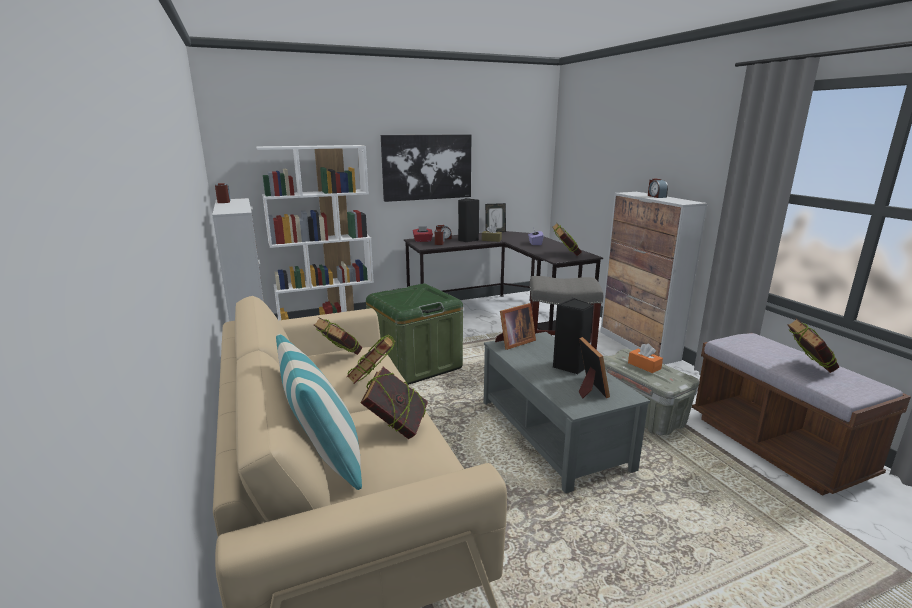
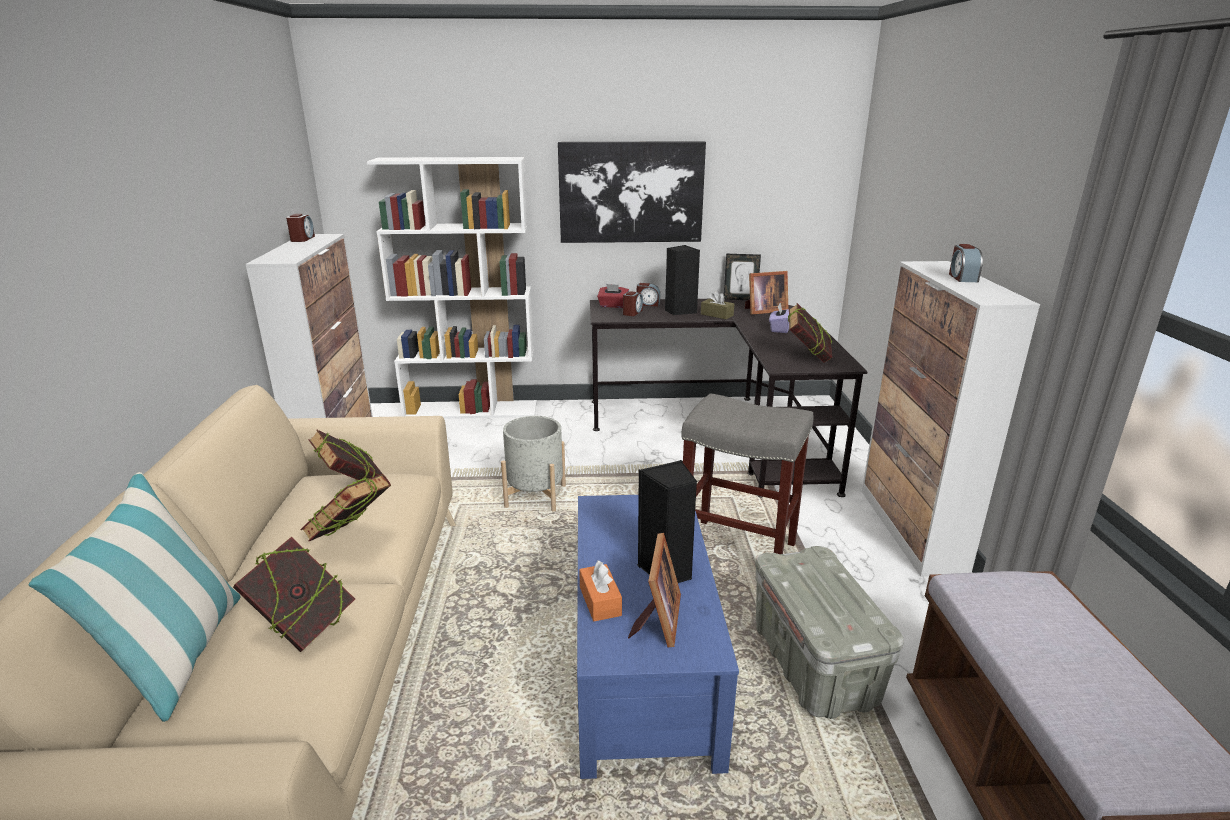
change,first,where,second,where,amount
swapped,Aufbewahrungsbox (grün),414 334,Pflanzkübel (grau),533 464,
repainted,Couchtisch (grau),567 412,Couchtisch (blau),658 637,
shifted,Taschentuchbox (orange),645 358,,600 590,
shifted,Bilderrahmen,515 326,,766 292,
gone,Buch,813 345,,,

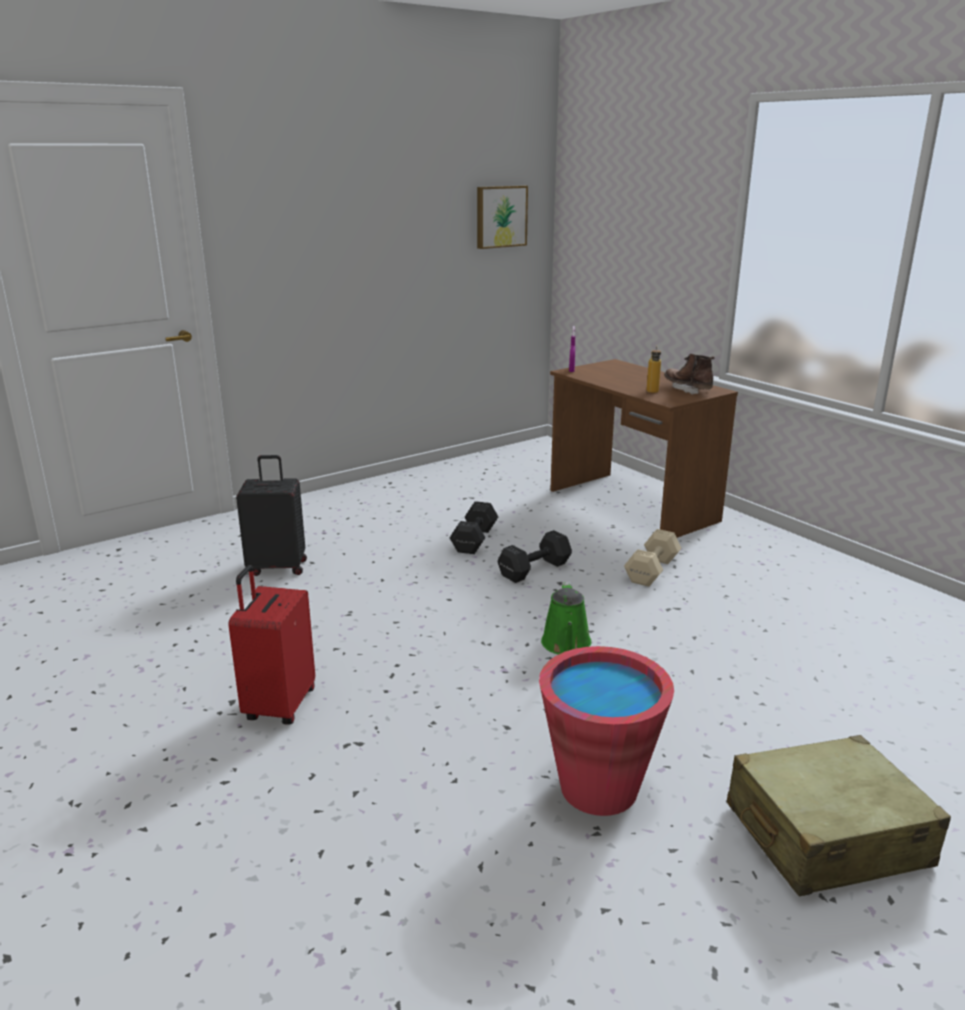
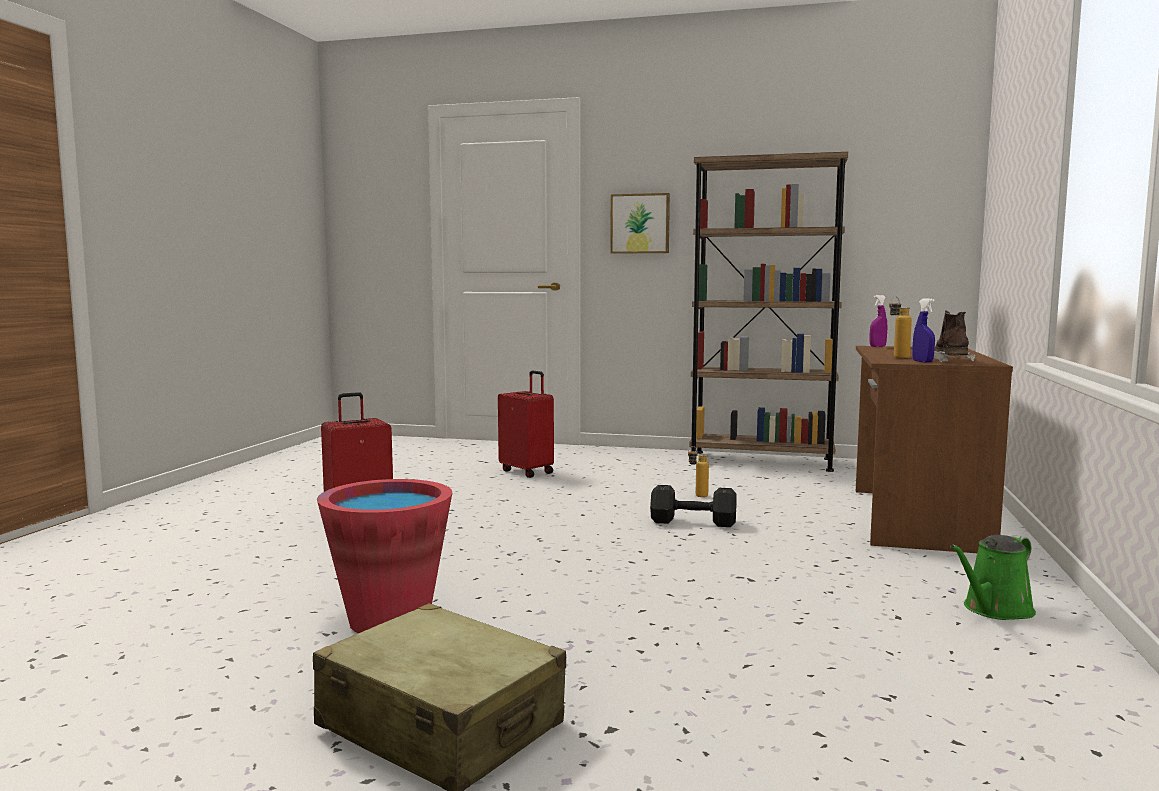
change,first,where,second,where,amount
repainted,Koffer (schwarz),271 515,Koffer (rot),526 424,
shifted,Bild,502 217,,640 223,
swapped,Hantel (schwarz),474 527,Flasche,698 471,
new,,,Bücherregal (braun),768 312,
new,,,Sprühflasche (blau),923 330,
shifted,Gießkanne (grün),566 618,,993 577,
gone,Hantel (beige),652 558,,,

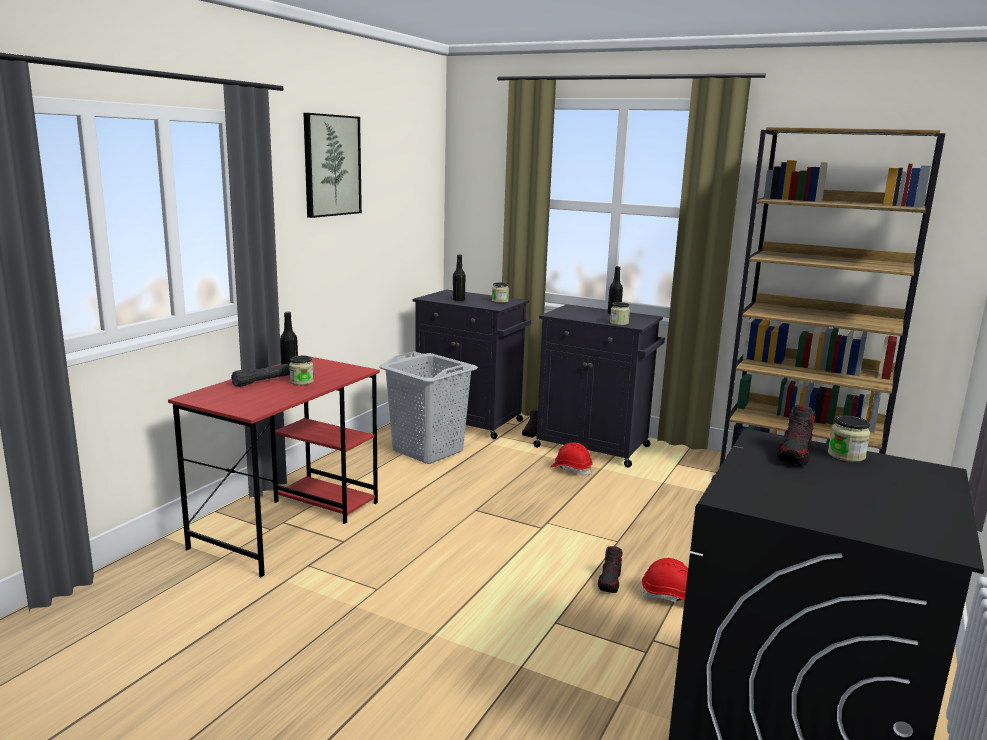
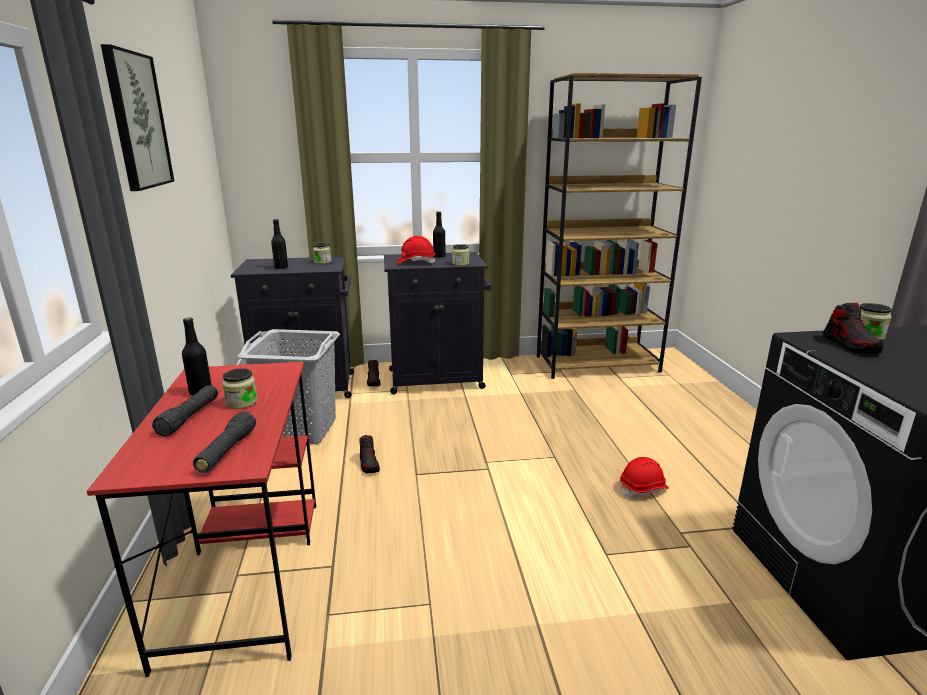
change,first,where,second,where,amount
new,,,Taschenlampe (schwarz),224 442,
shifted,Schuh,610 569,,369 454,
shifted,Schutzhelm (rot),571 459,,416 250,

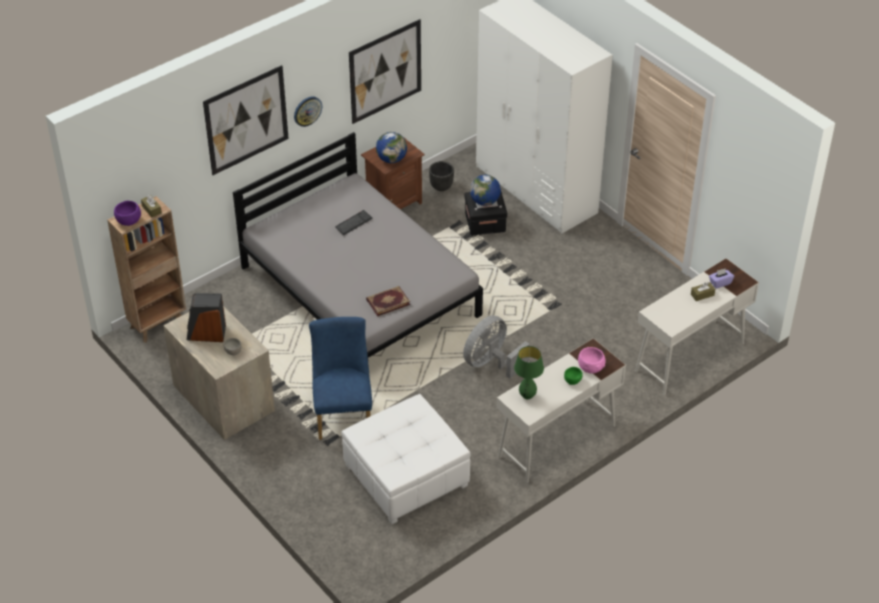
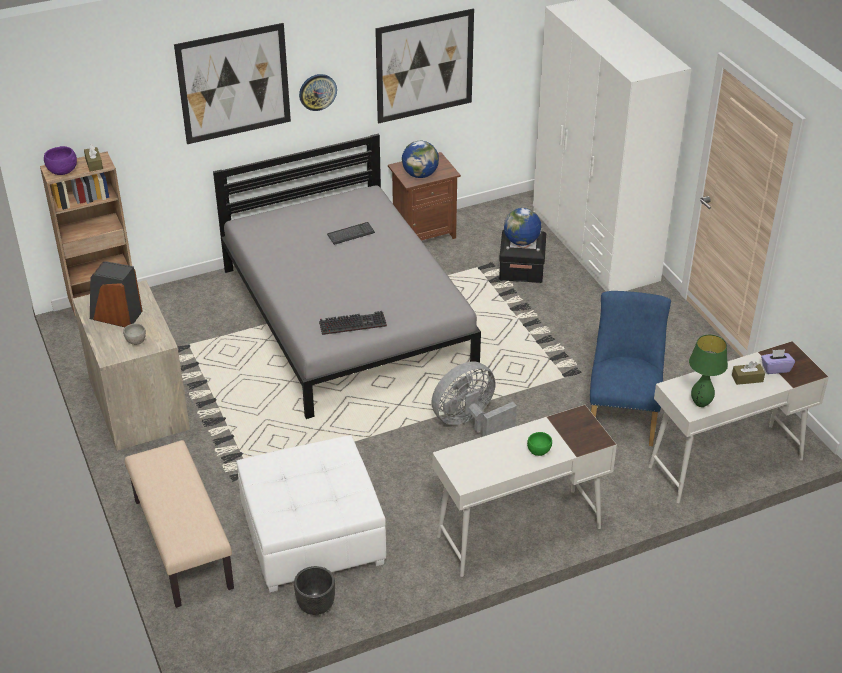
change,first,where,second,where,amount
new,,,Bank (beige),179 524,
shifted,Pflanzkübel (schwarz),441 176,,314 590,
swapped,Buch,388 301,Tastatur,353 323,
shifted,Stuhl (blau),340 378,,630 368,
shifted,Tischlampe (grün),529 372,,708 371,
gone,Schüssel (rosa),592 360,,,

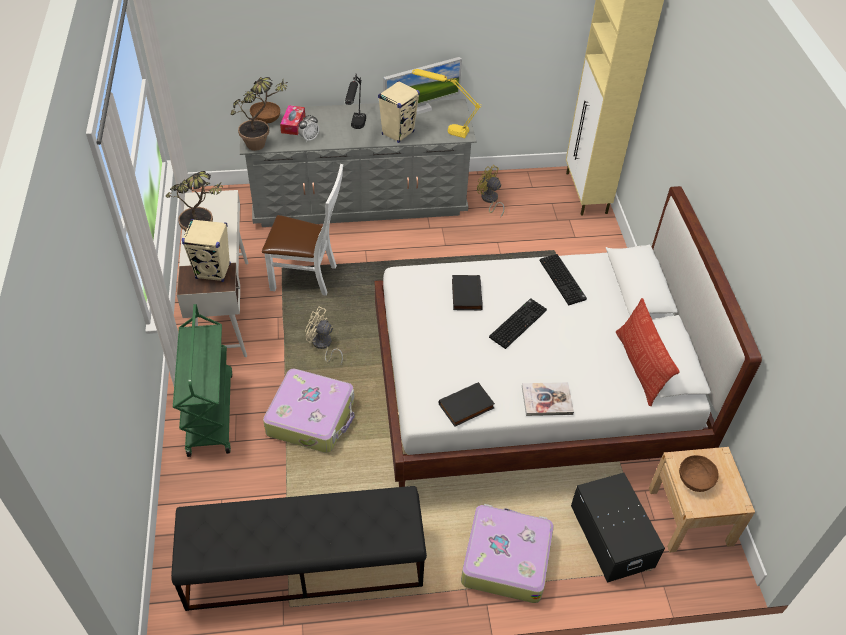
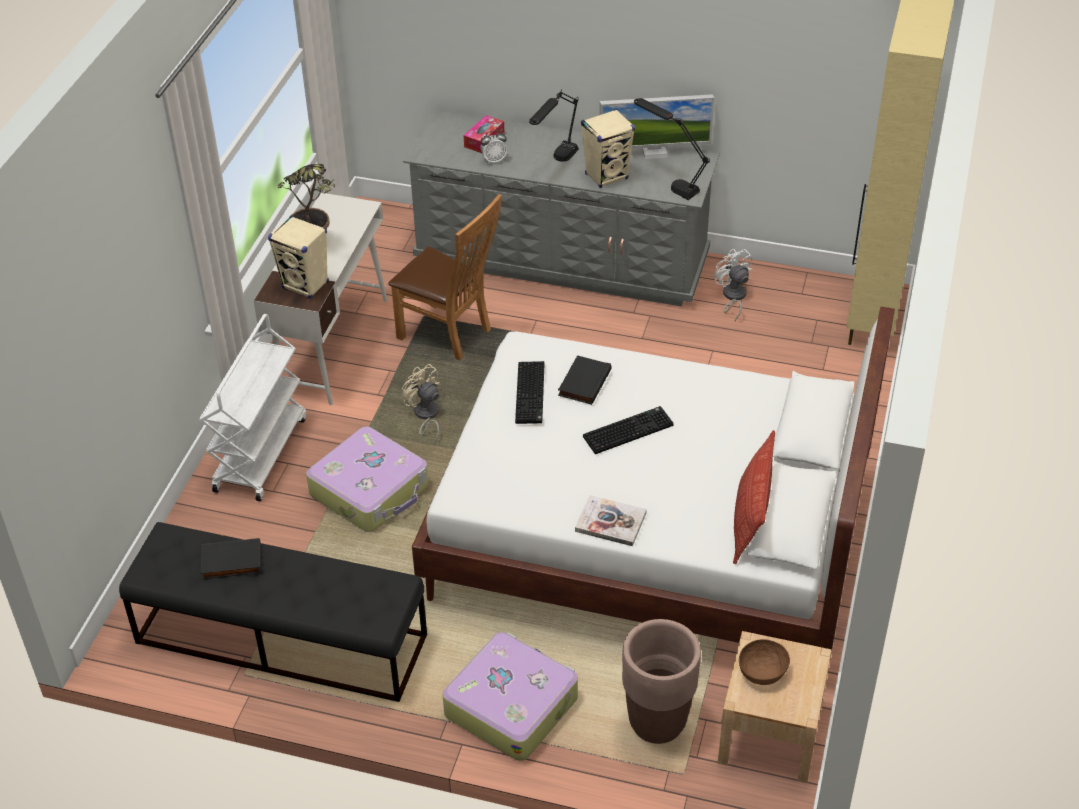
change,first,where,second,where,amount
repainted,Rollwagen (grün),203 380,Rollwagen (weiß),252 407,
shifted,Buch (schwarz),466 404,,231 558,
repainted,Stuhl (weiß),302 230,Stuhl (braun),445 277,
shifted,Tastatur,563 279,,529 392,
swapped,Aufbewahrungsbox (schwarz),618 528,Pflanzkübel (braun),661 681,
repainted,Tischlampe (gelb),447 103,Tischlampe (schwarz),672 149,
repainted,Ventilator (gelb),491 191,Ventilator (weiß),733 285,
gone,Topfpflanze,259 114,,,
gone,Schüssel (braun),265 112,,,

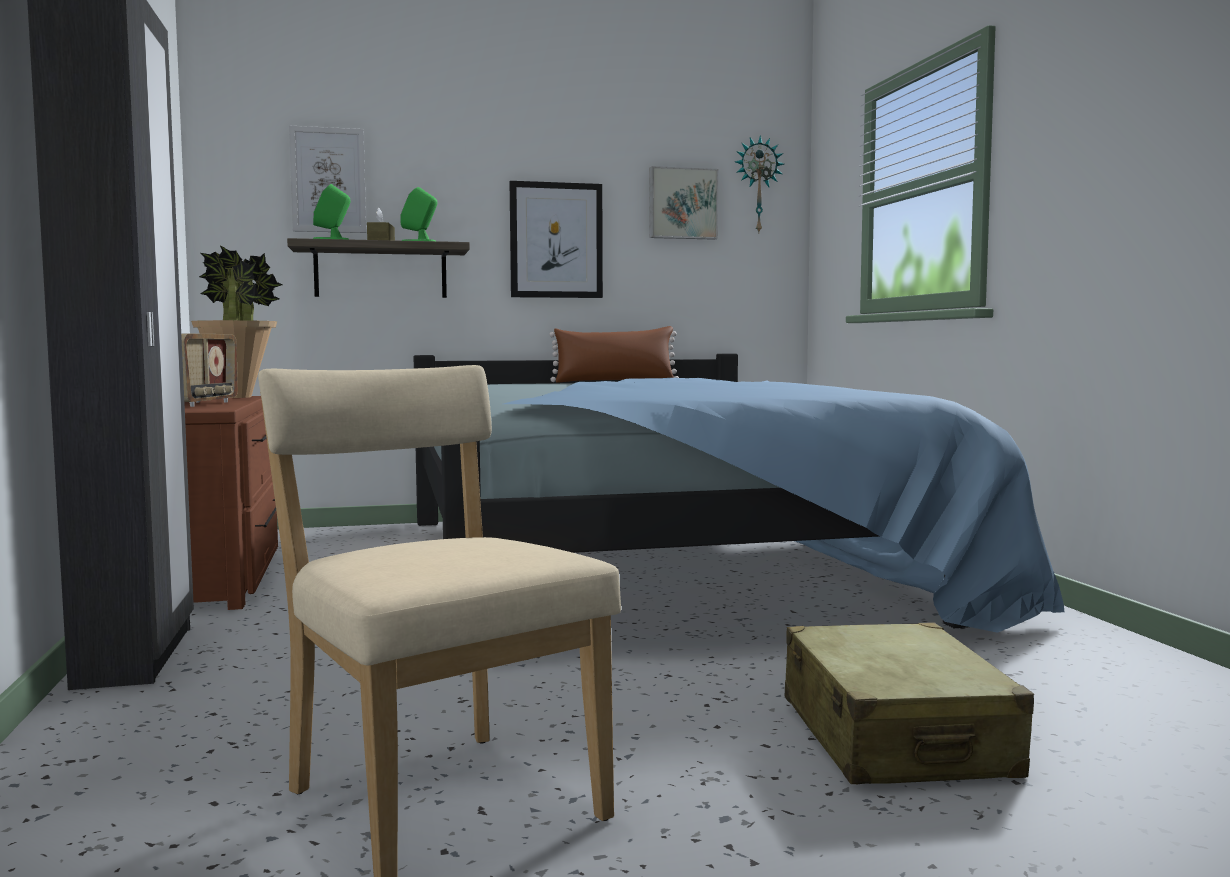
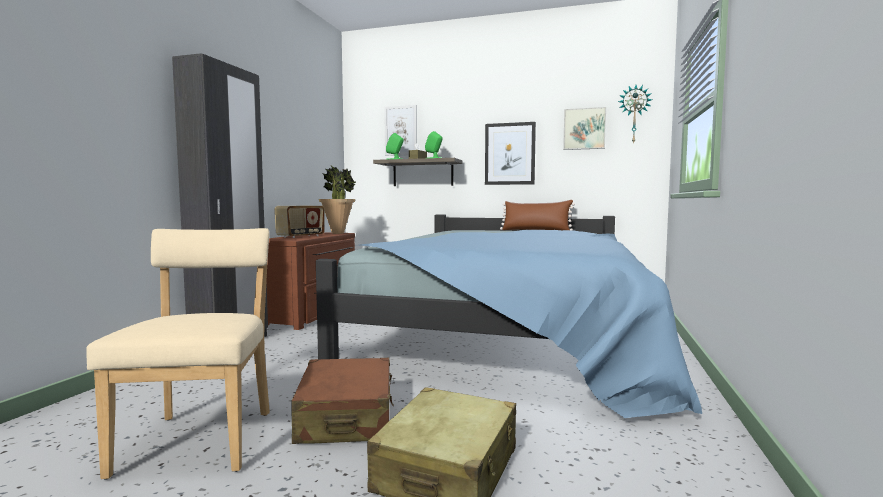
change,first,where,second,where,amount
new,,,Koffer (braun),342 401,

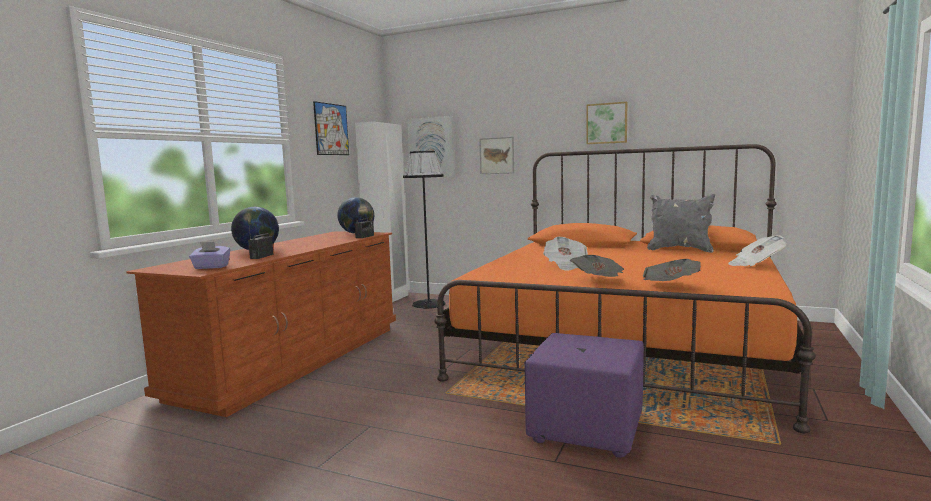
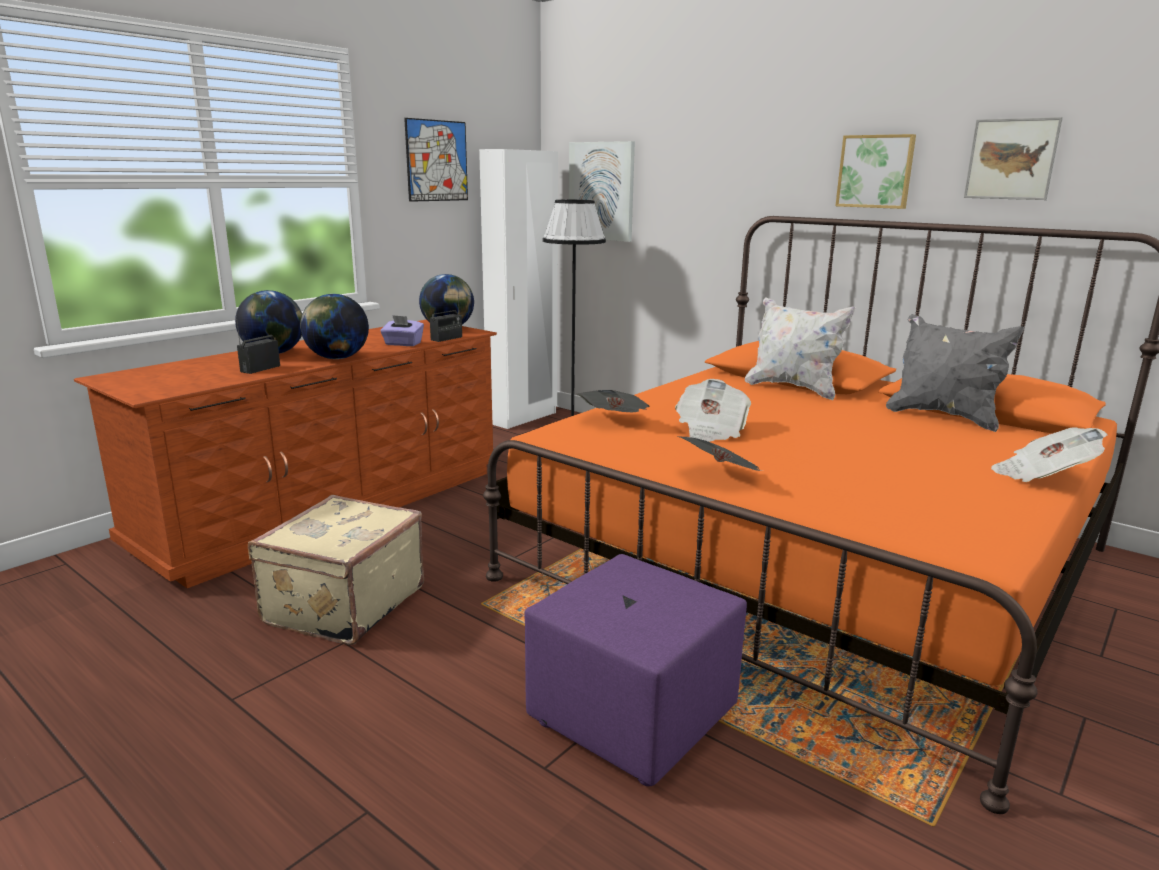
change,first,where,second,where,amount
new,,,Koffer (beige),336 570,
new,,,Globus,334 326,
shifted,Taschentuchbox (lila),210 255,,402 330,
shifted,Zeitung,672 270,,613 401,
new,,,Kissen (weiß),800 348,
shifted,Bild,496 155,,1013 158,

